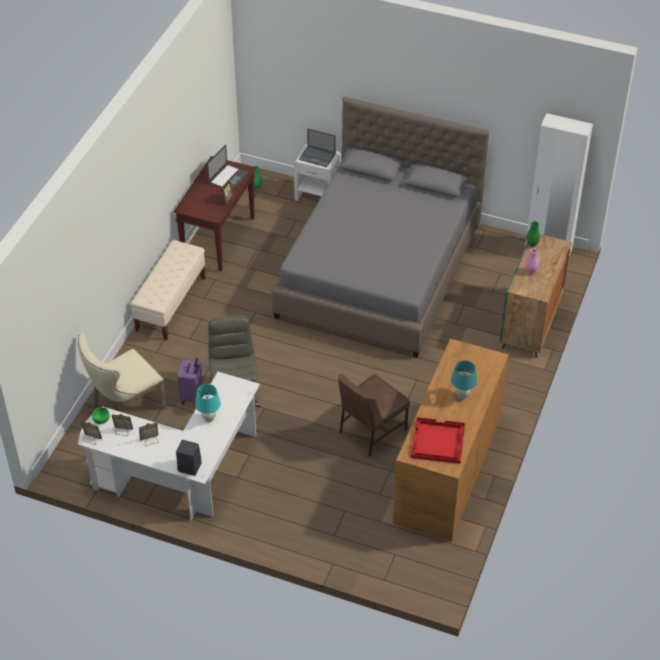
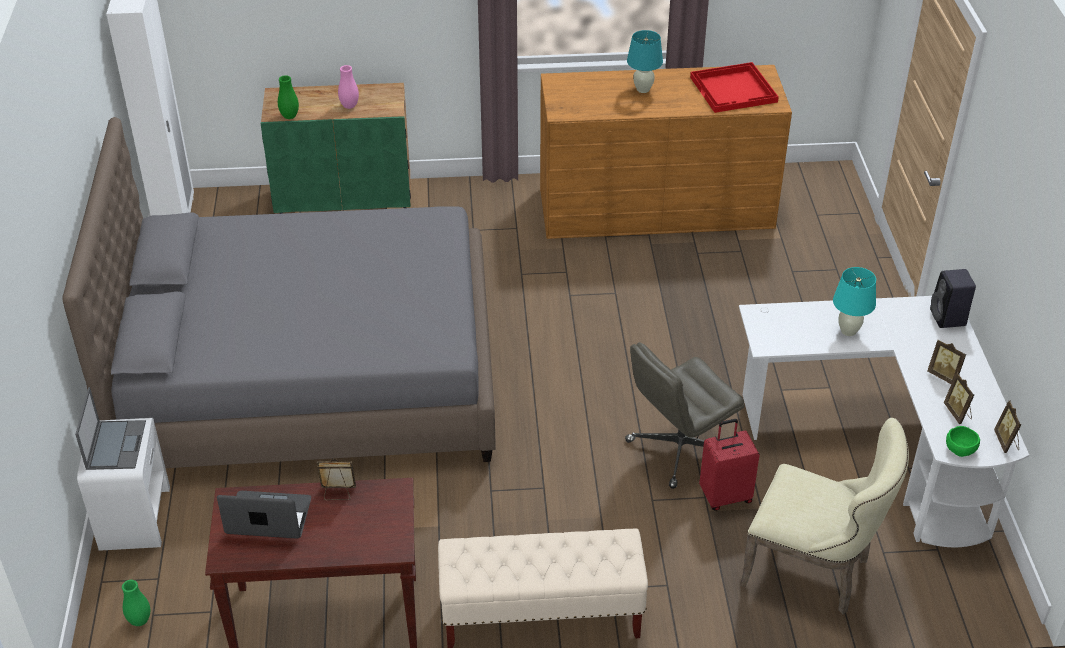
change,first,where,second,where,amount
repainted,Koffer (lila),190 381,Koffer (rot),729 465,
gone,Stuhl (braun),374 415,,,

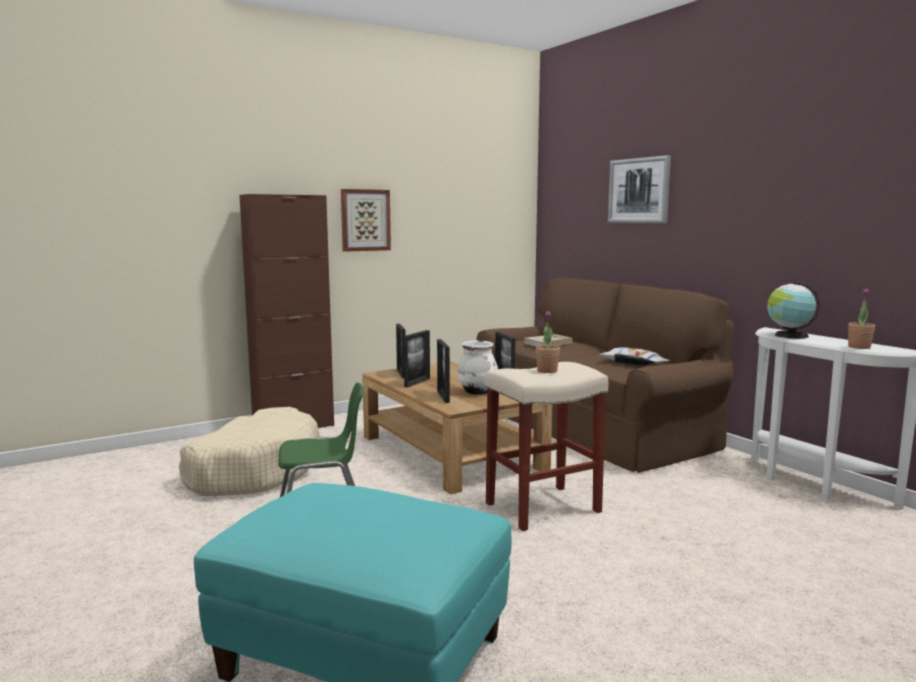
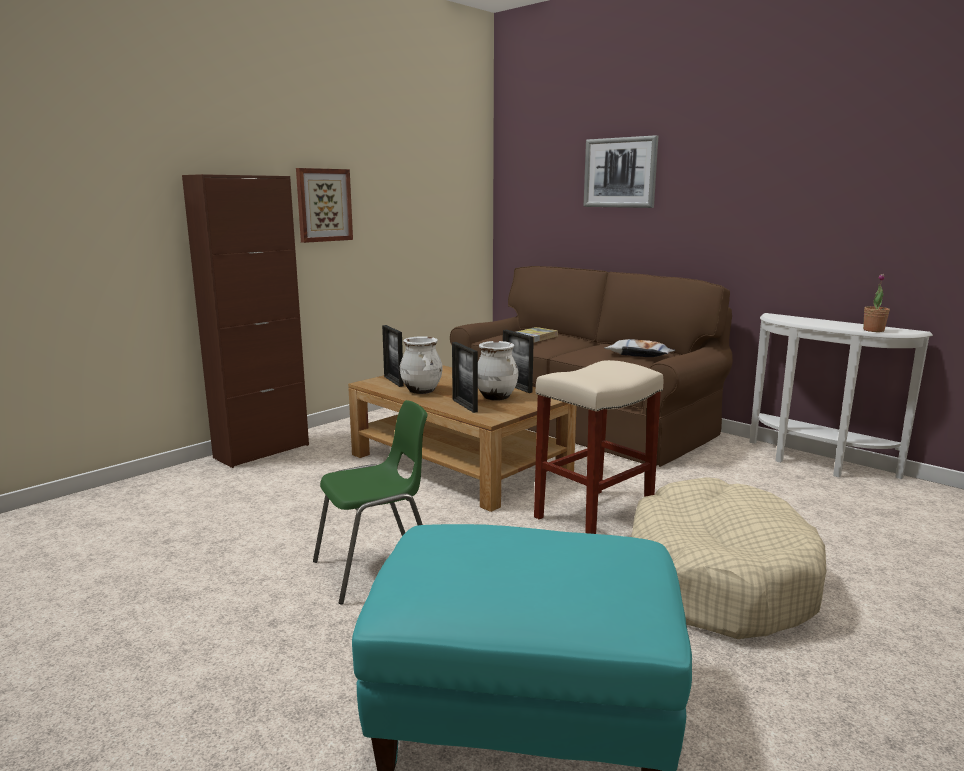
change,first,where,second,where,amount
swapped,Bilderrahmen,417 359,Vase (weiß),421 365,
shifted,Hundebett (beige),249 451,,728 558,
gone,Topfpflanze,548 342,,,
gone,Globus,793 310,,,

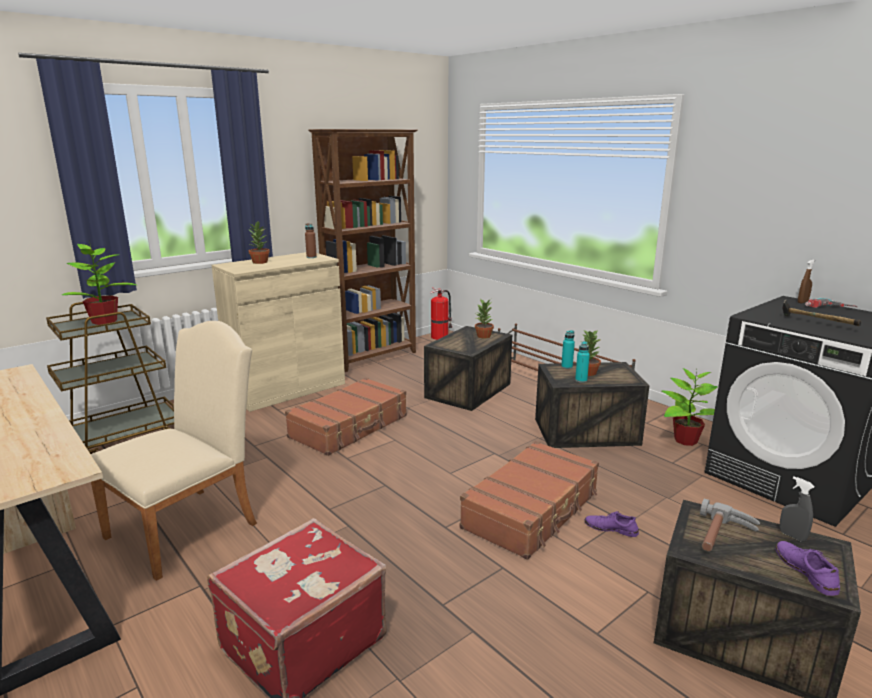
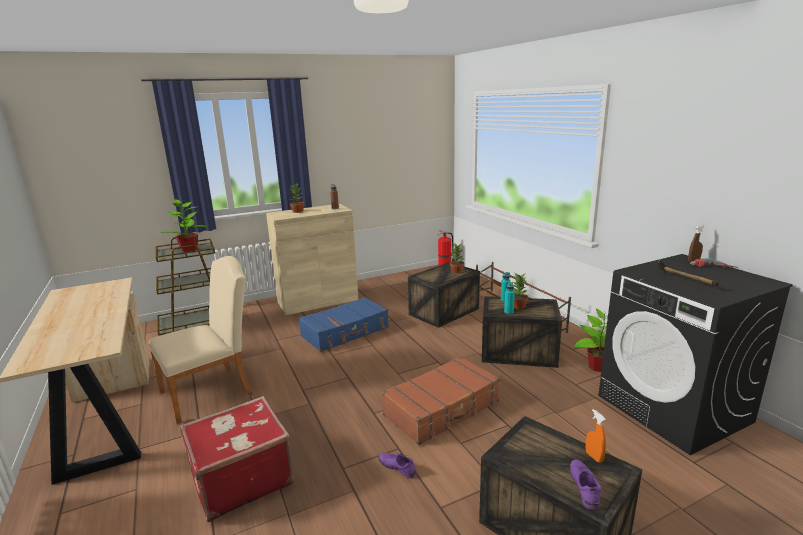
change,first,where,second,where,amount
repainted,Koffer (braun),346 417,Koffer (blau),344 324,
shifted,Schuh (lila),611 524,,397 465,
repainted,Sprühflasche (grau),797 509,Sprühflasche (orange),596 436,
gone,Bücherregal (braun),363 250,,,
gone,Hammer,730 525,,,

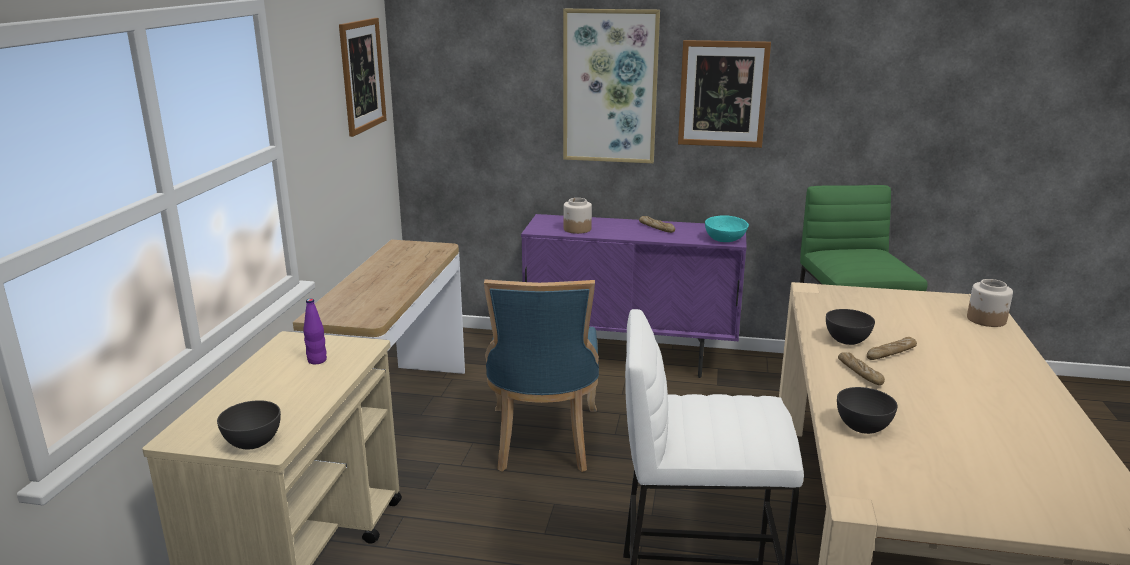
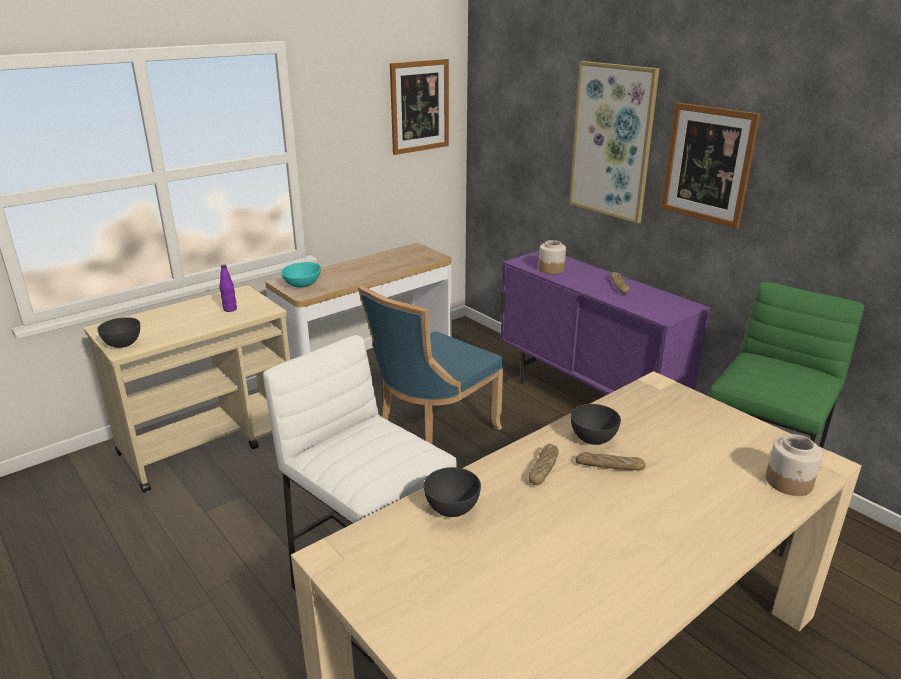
change,first,where,second,where,amount
shifted,Schüssel (türkis),727 228,,301 275,

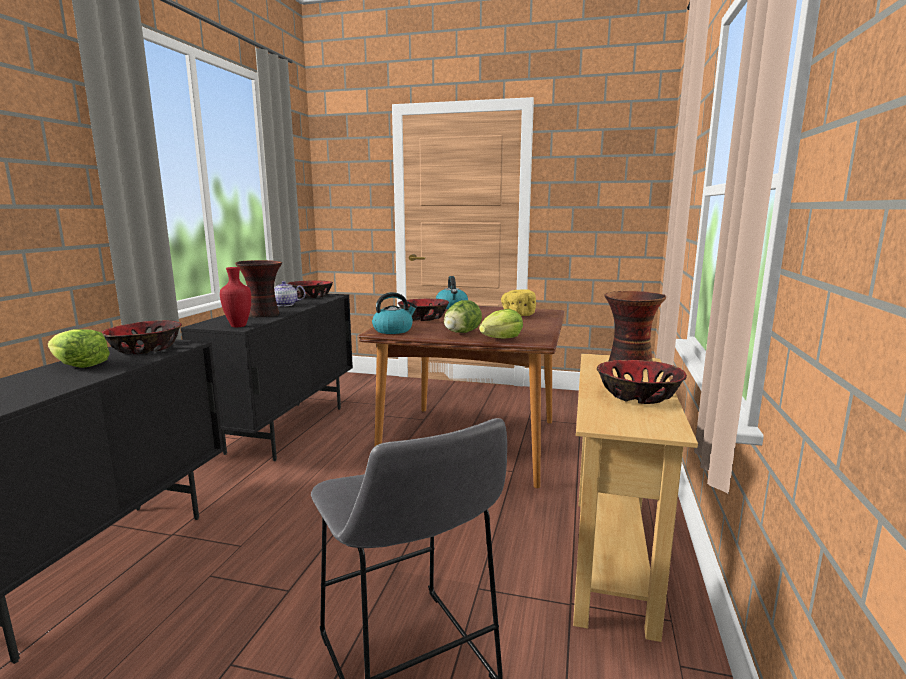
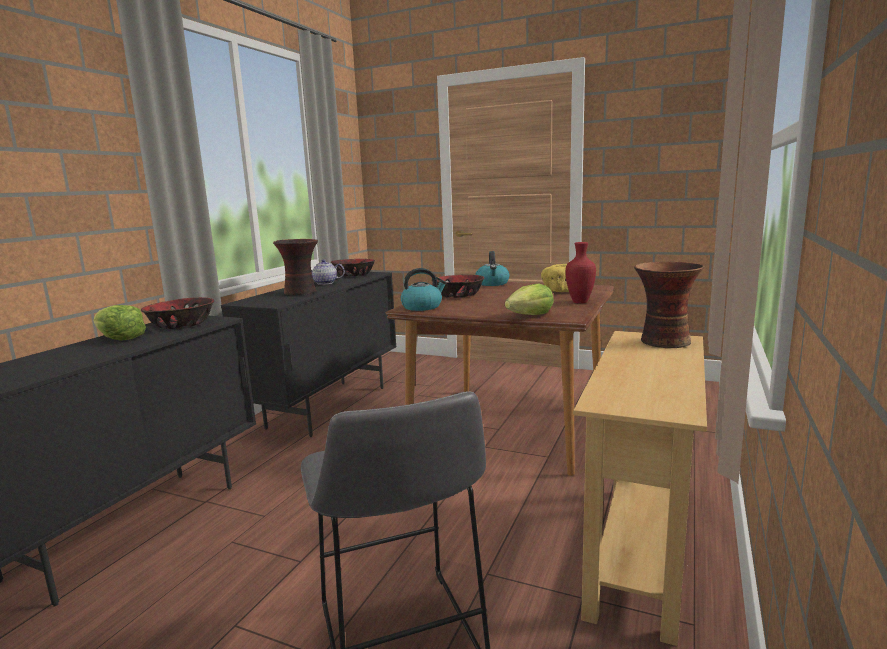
change,first,where,second,where,amount
shifted,Vase (rot),235 297,,581 273,
gone,Salatkopf,463 316,,,
gone,Schüssel,642 382,,,

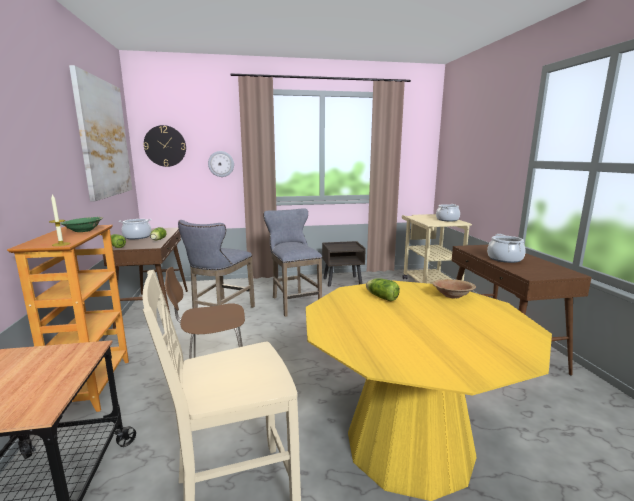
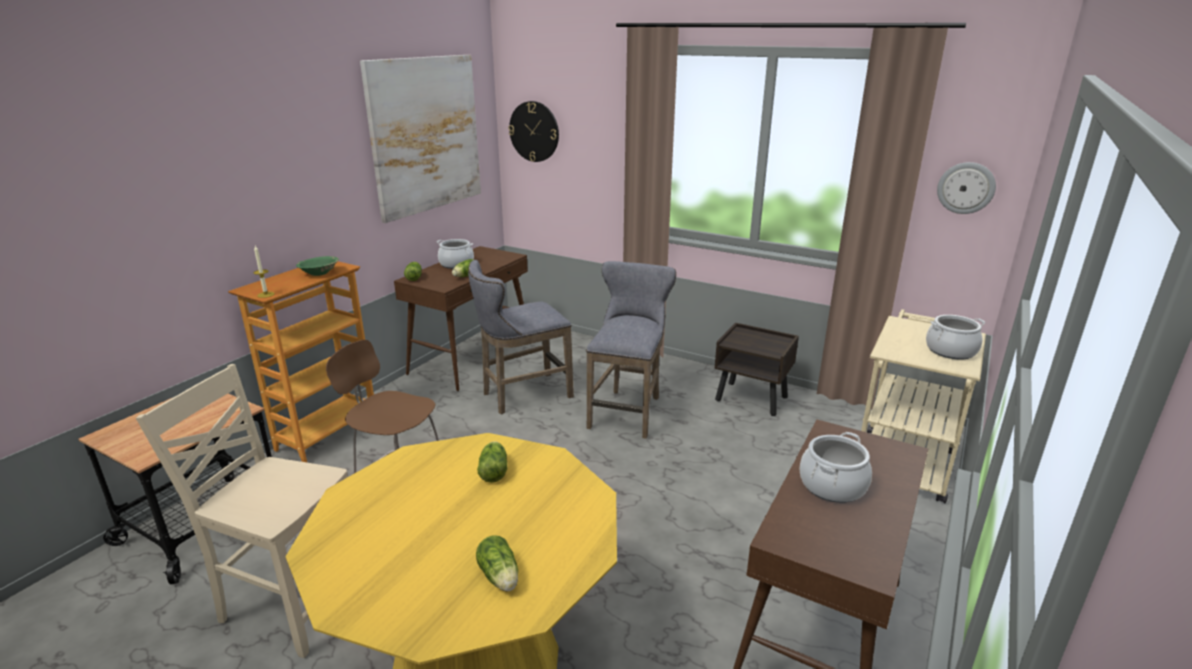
change,first,where,second,where,amount
new,,,Salatkopf,497 563,
shifted,Wanduhr,221 164,,966 188,
gone,Schüssel (braun),454 288,,,

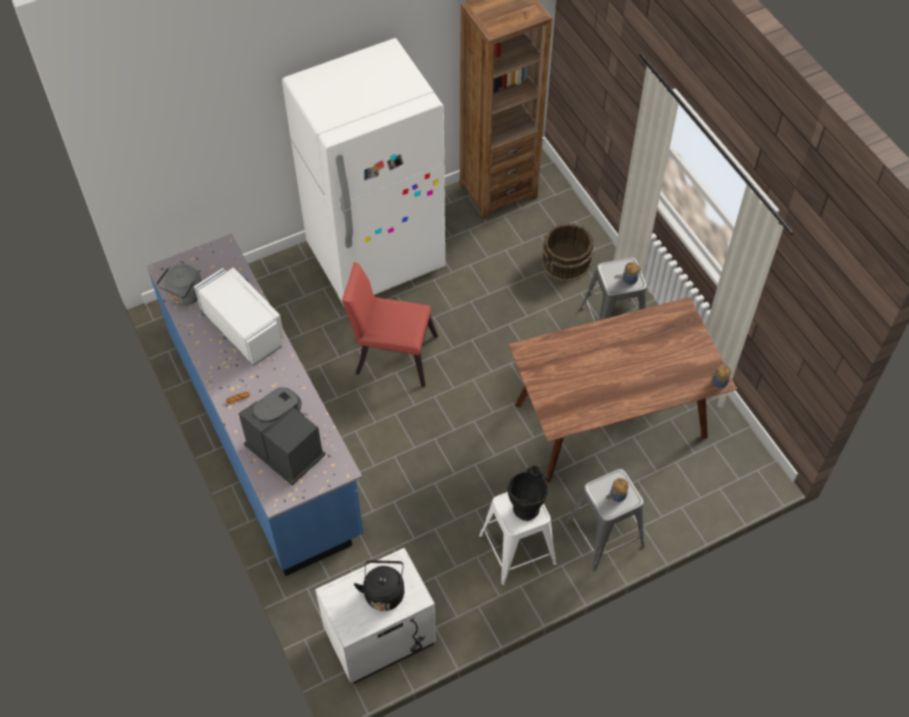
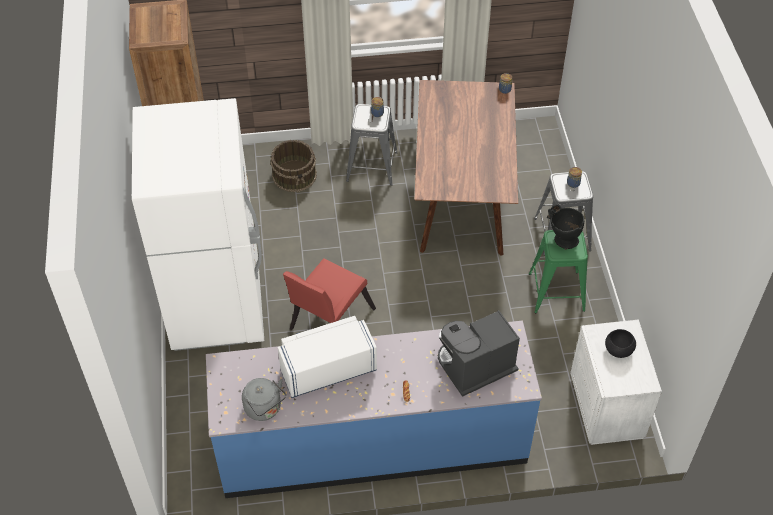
change,first,where,second,where,amount
repainted,Hocker (weiß),518 538,Hocker (grün),558 271,
swapped,Wasserkessel (schwarz),379 585,Schüssel (schwarz),620 343,

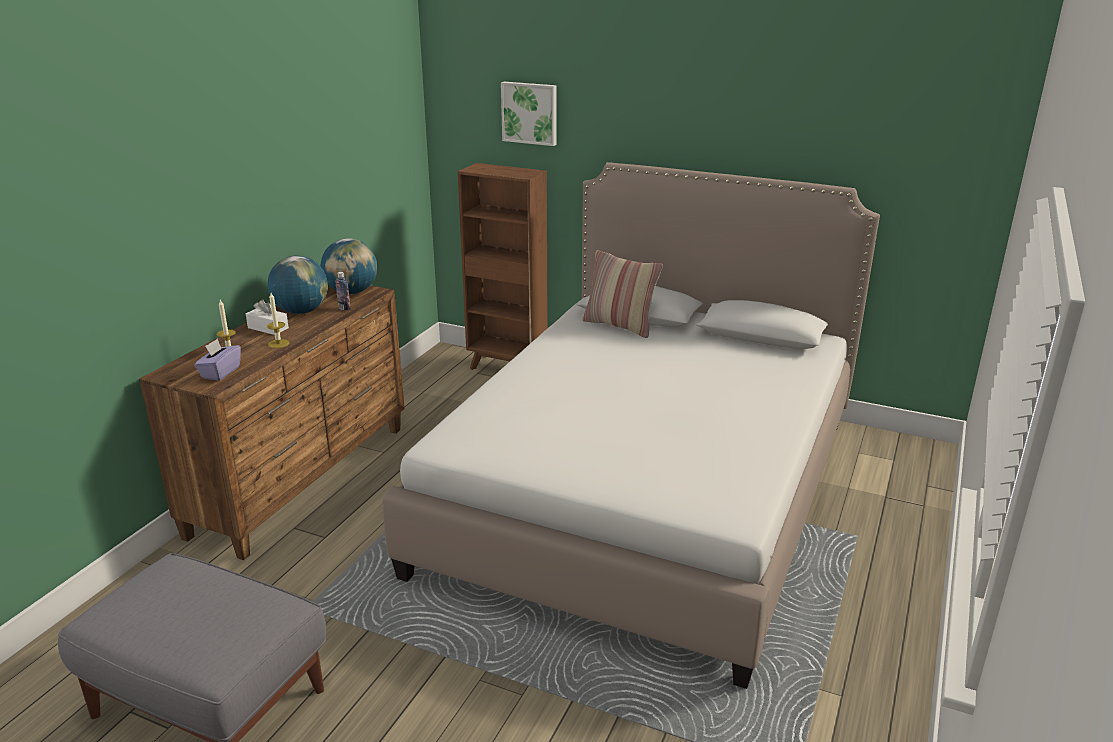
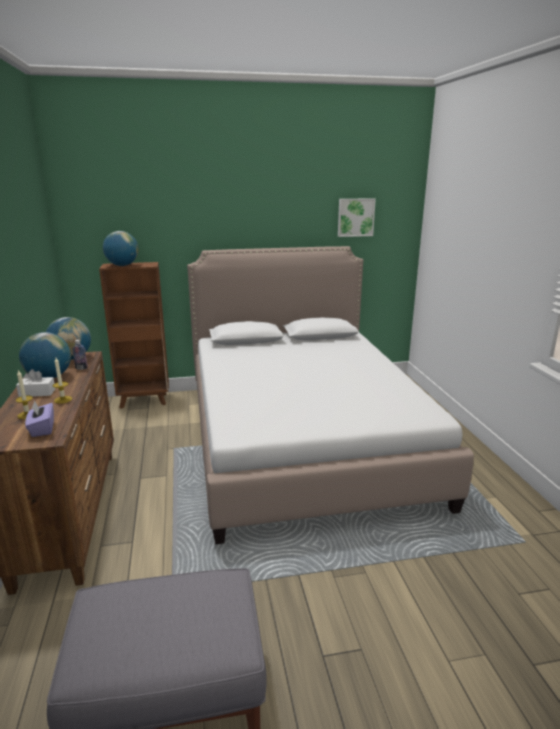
change,first,where,second,where,amount
new,,,Globus,121 248,
shifted,Bild,528 114,,357 217,
gone,Kissen,622 294,,,

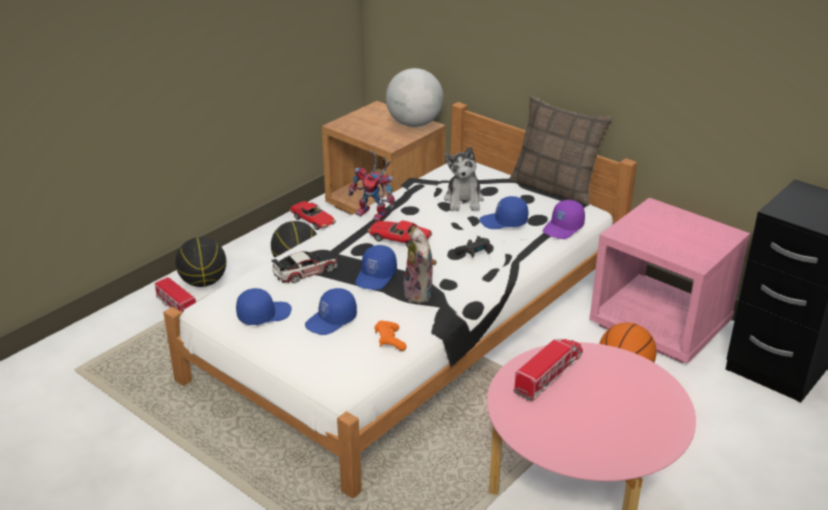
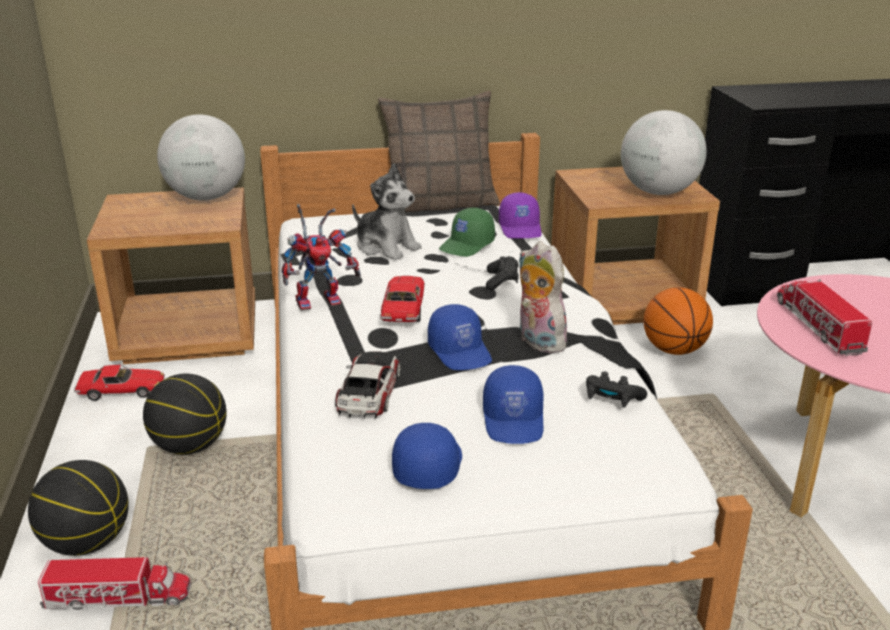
change,first,where,second,where,amount
rotated,Spielzeugauto,399 234,,402 299,120 degrees clockwise
repainted,Kappe (blau),503 212,Kappe (grün),467 232,
rotated,Plüschtier,420 266,,543 297,150 degrees counterclockwise
repainted,Nachttisch (rosa),669 281,Nachttisch (braun),635 246,
repainted,Gamepad (orange),390 335,Gamepad (schwarz),616 389,
new,,,Globus,664 152,

